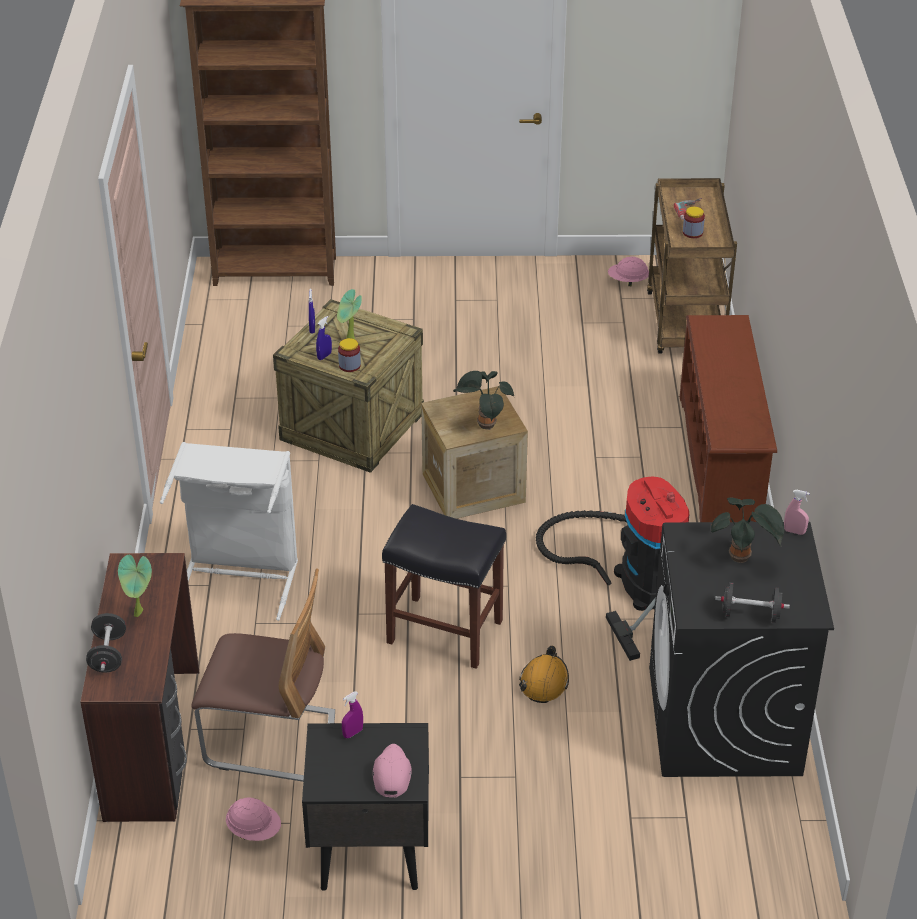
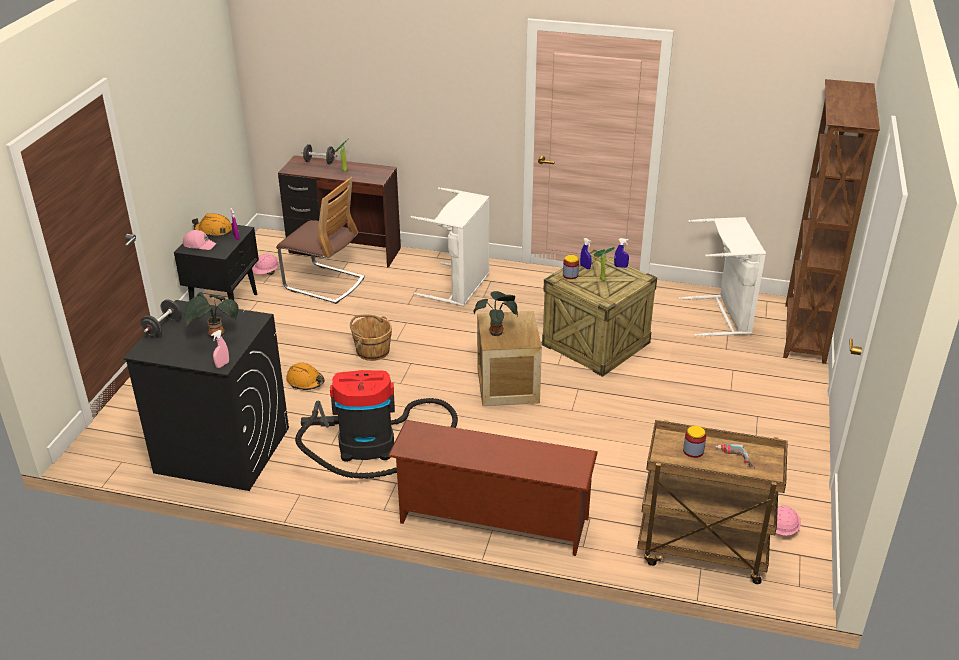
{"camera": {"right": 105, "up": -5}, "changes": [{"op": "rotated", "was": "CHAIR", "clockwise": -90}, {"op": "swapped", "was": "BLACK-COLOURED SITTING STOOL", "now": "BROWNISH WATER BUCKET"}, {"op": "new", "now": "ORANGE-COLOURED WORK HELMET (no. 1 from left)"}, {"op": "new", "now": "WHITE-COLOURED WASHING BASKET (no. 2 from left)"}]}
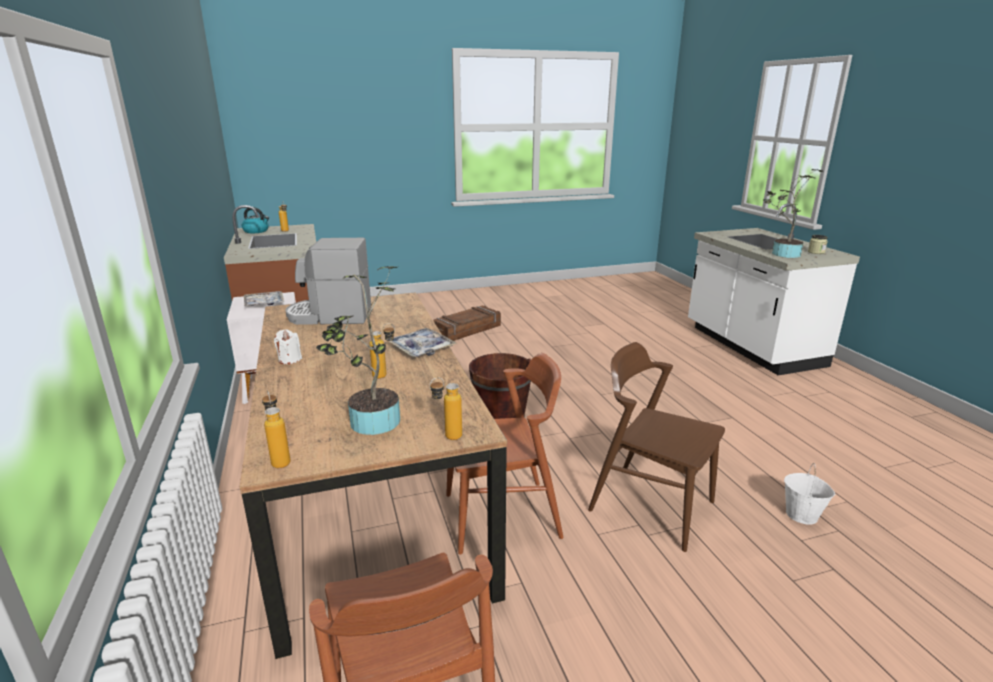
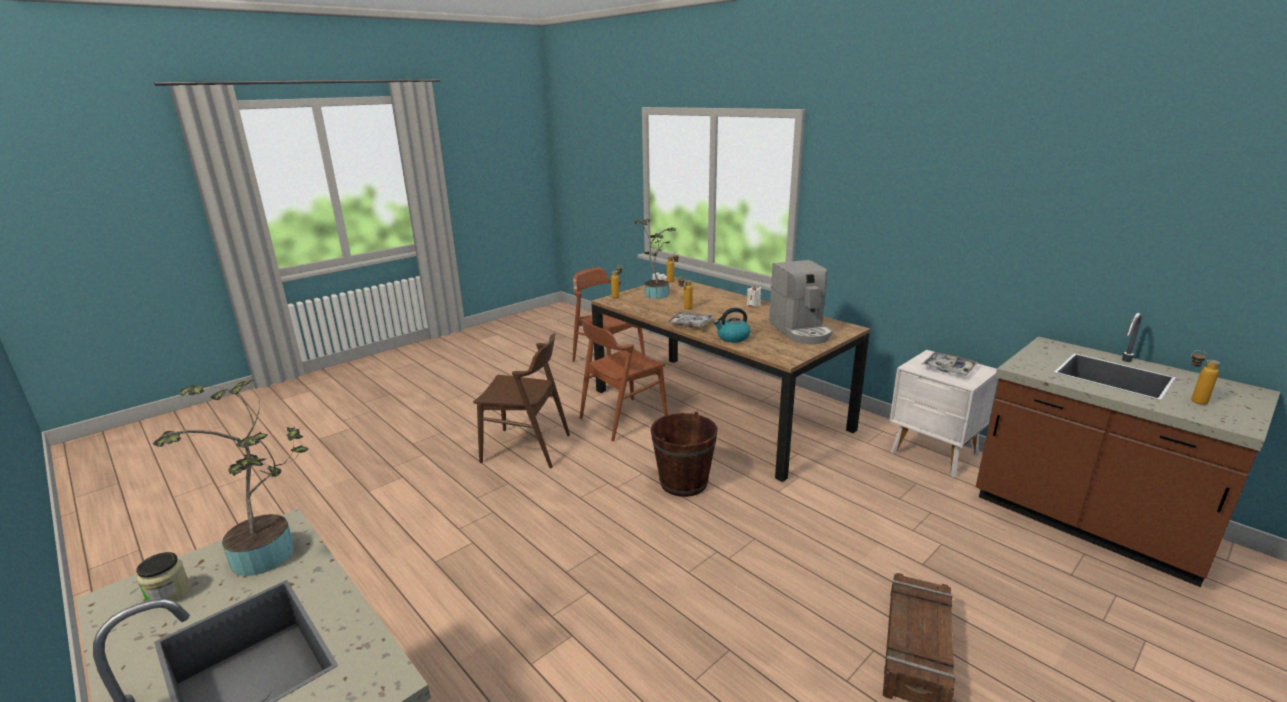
{"camera": {"right": 155, "up": 0}, "changes": [{"op": "shifted", "was": "WATER KETTLE"}, {"op": "rotated", "was": "COFFEE BREWER", "clockwise": 105}, {"op": "gone", "was": "WHITE-COLOURED WATER BUCKET"}]}
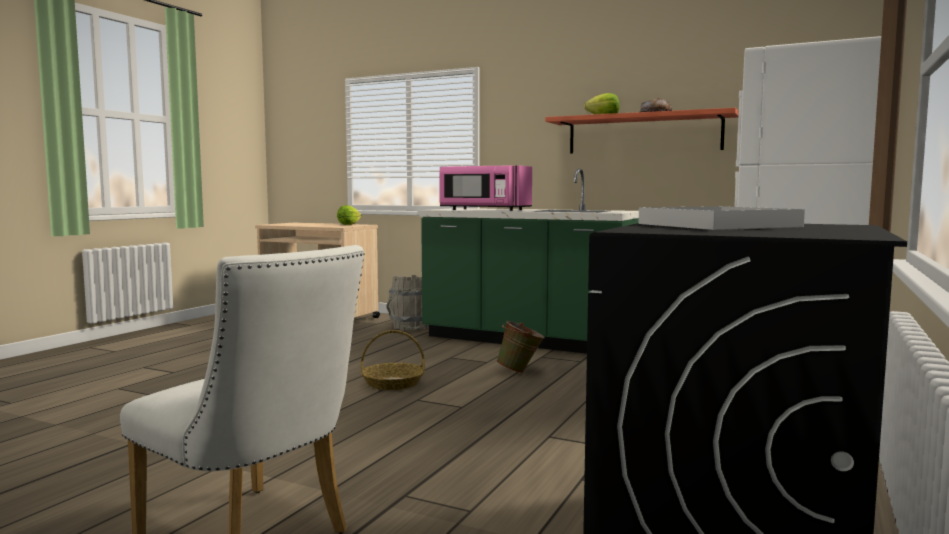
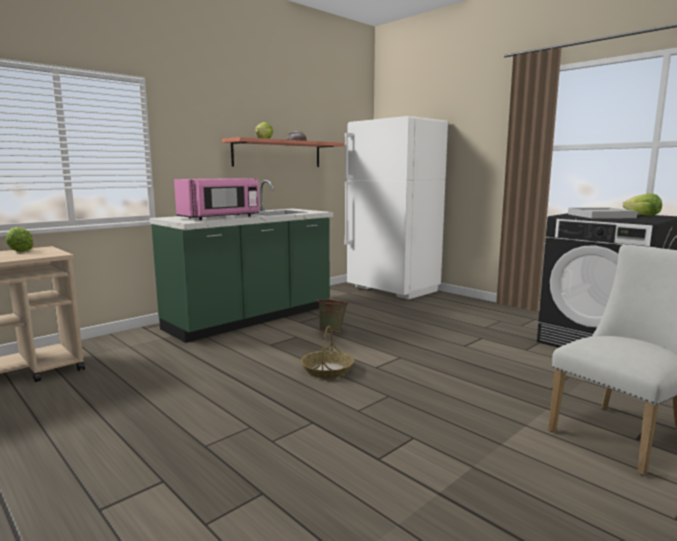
{"camera": {"right": -70, "up": 5}, "changes": [{"op": "gone", "was": "GREY WATER BUCKET"}, {"op": "new", "now": "LETTUCE HEAD (no. 3 from left)"}]}
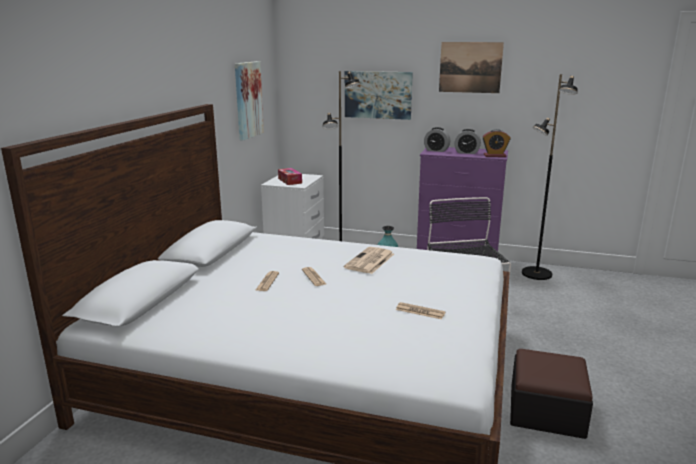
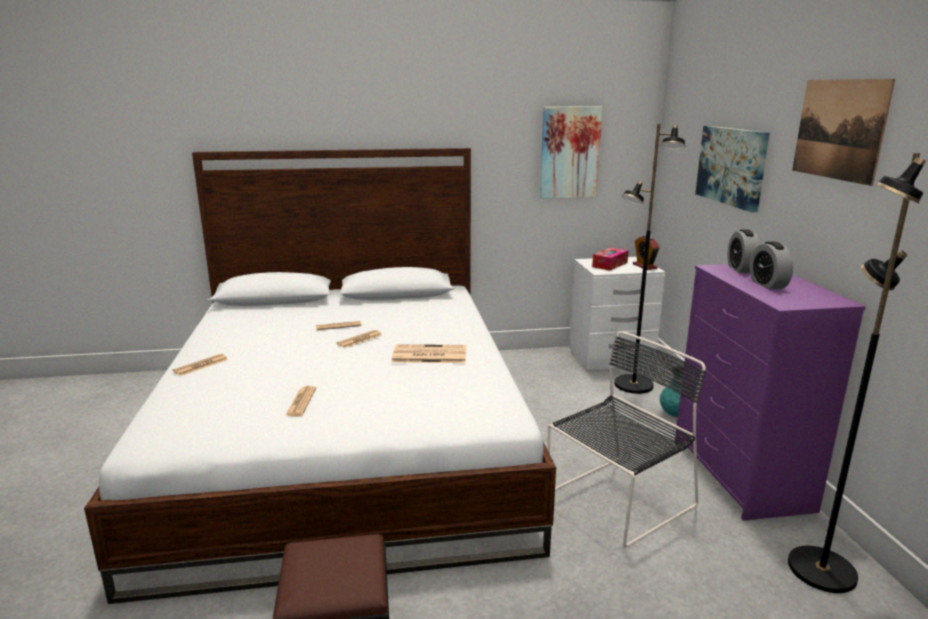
{"camera": {"right": 65, "up": 0}, "changes": [{"op": "shifted", "was": "TABLE CLOCK (no. 3 from left in the first image)", "now": "TABLE CLOCK (no. 1 from left)"}, {"op": "new", "now": "PRINTED PAPER (no. 1 from left)"}]}
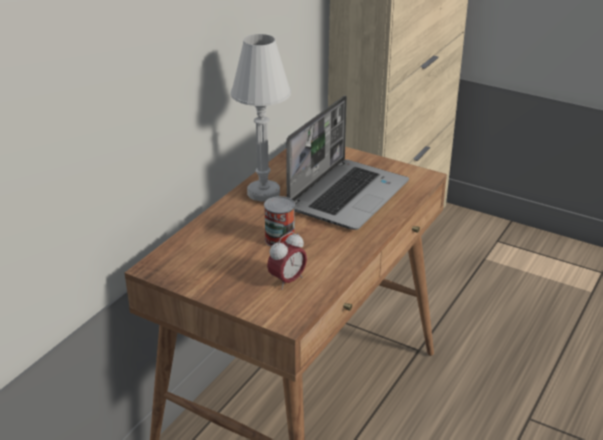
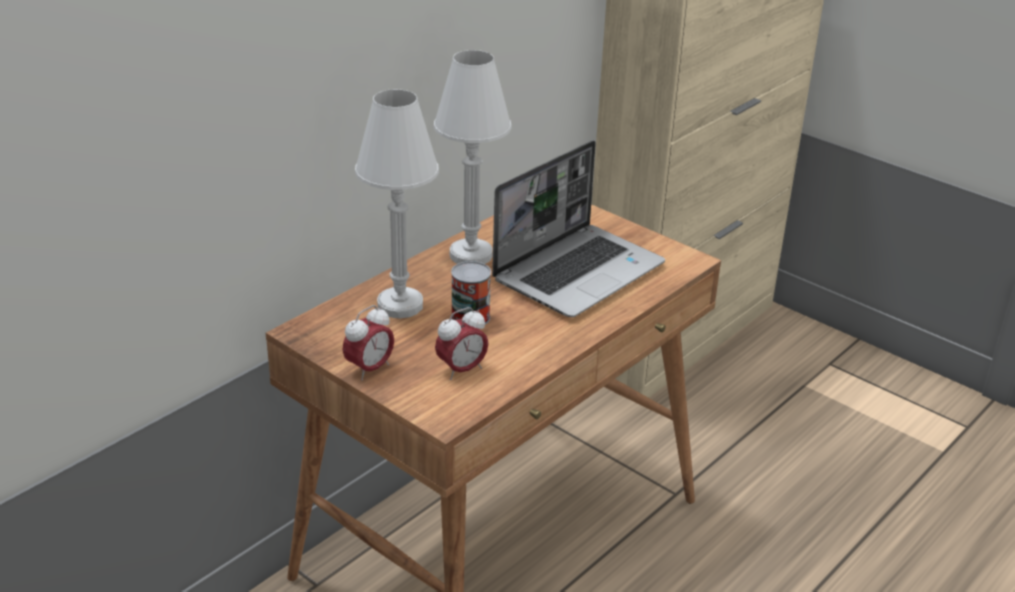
{"camera": {"right": 10, "up": 0}, "changes": [{"op": "new", "now": "TABLE CLOCK (no. 1 from left)"}, {"op": "new", "now": "WHITE-COLOURED TABLE LAMP (no. 1 from left)"}]}
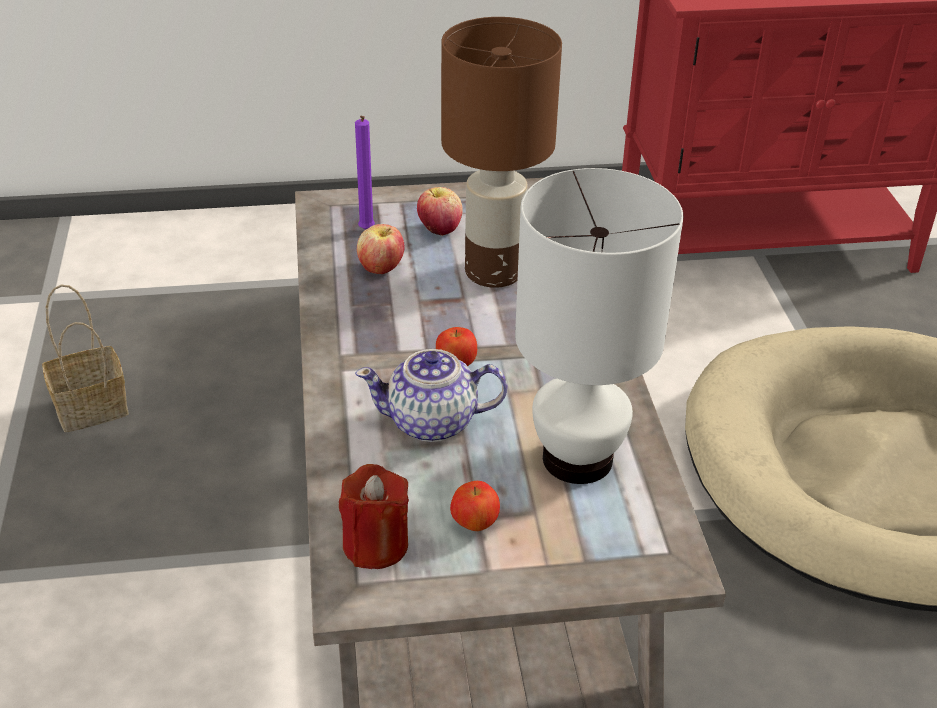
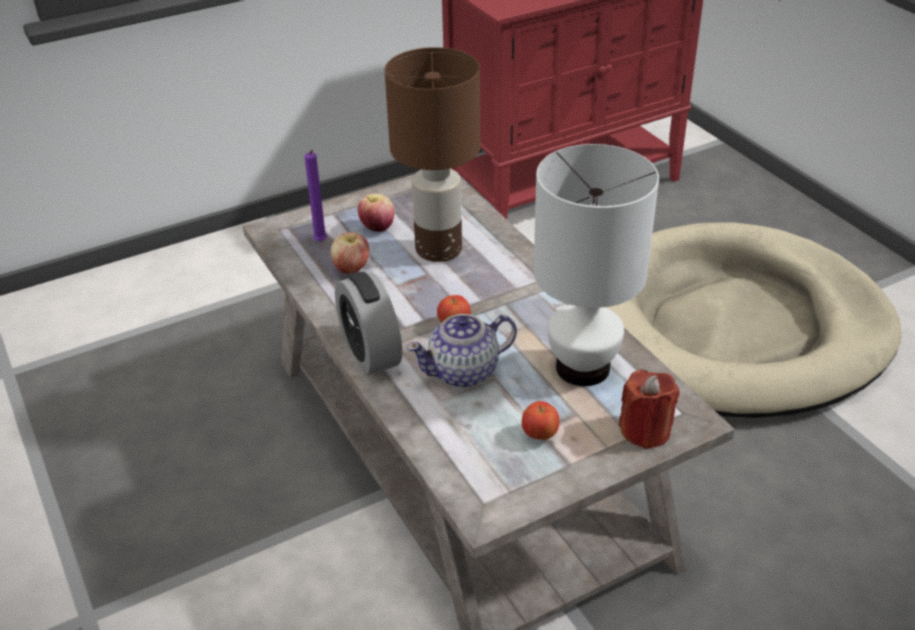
{"camera": {"right": -20, "up": 0}, "changes": [{"op": "gone", "was": "BASKET"}, {"op": "shifted", "was": "RED CANDLE"}, {"op": "new", "now": "TABLE CLOCK"}]}
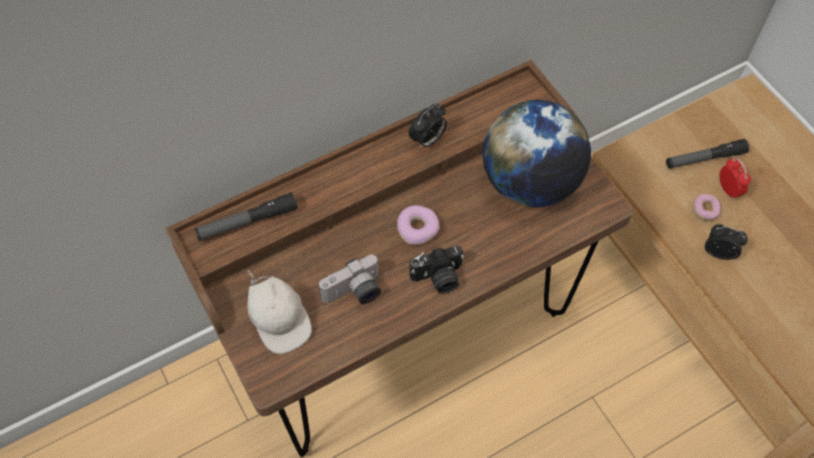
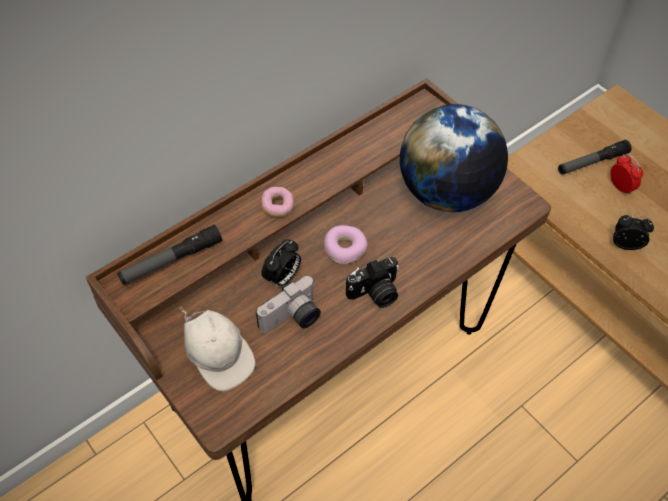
{"camera": {"right": -10, "up": -5}, "changes": [{"op": "shifted", "was": "TABLE CLOCK (no. 1 from left)"}, {"op": "shifted", "was": "DOUGHNUT (no. 2 from left in the first image)", "now": "DOUGHNUT (no. 1 from left)"}]}
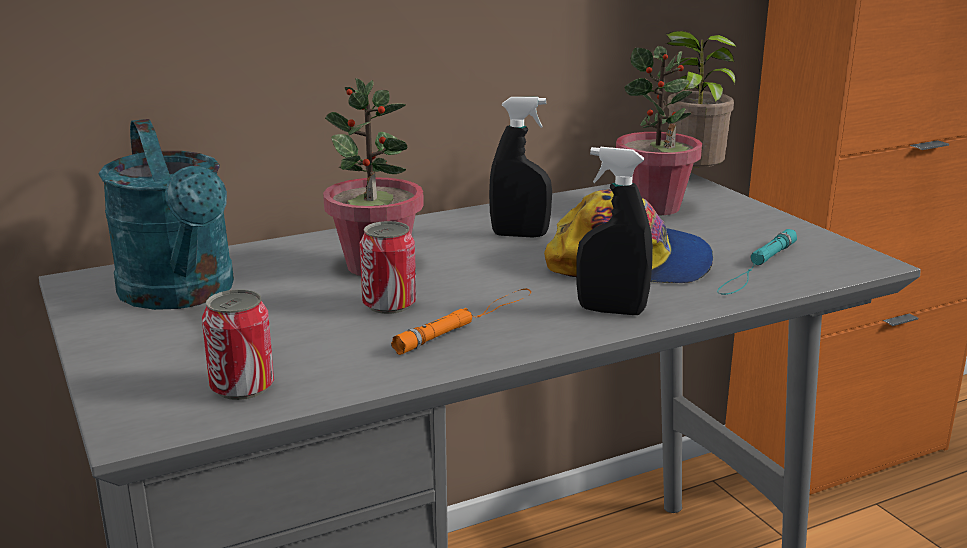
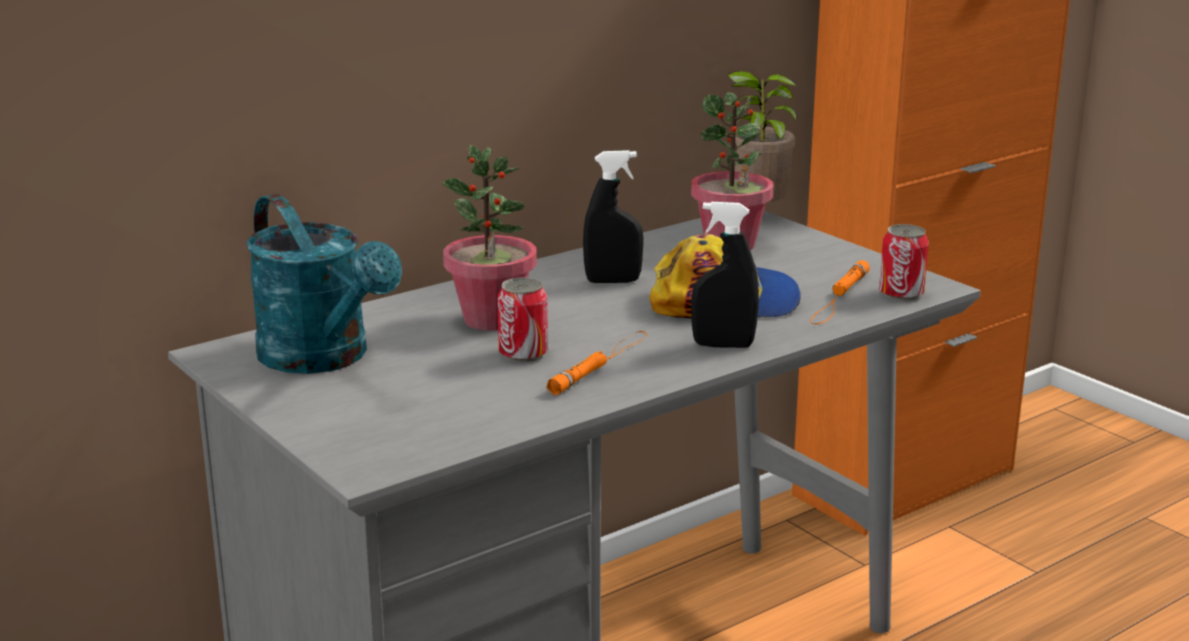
{"camera": {"right": -10, "up": 0}, "changes": [{"op": "shifted", "was": "CAN (no. 1 from left in the first image)", "now": "CAN (no. 2 from left)"}, {"op": "repainted", "was": "TURQUOISE-COLOURED FLASHLIGHT", "now": "ORANGE-COLOURED FLASHLIGHT (no. 2 from left)"}]}
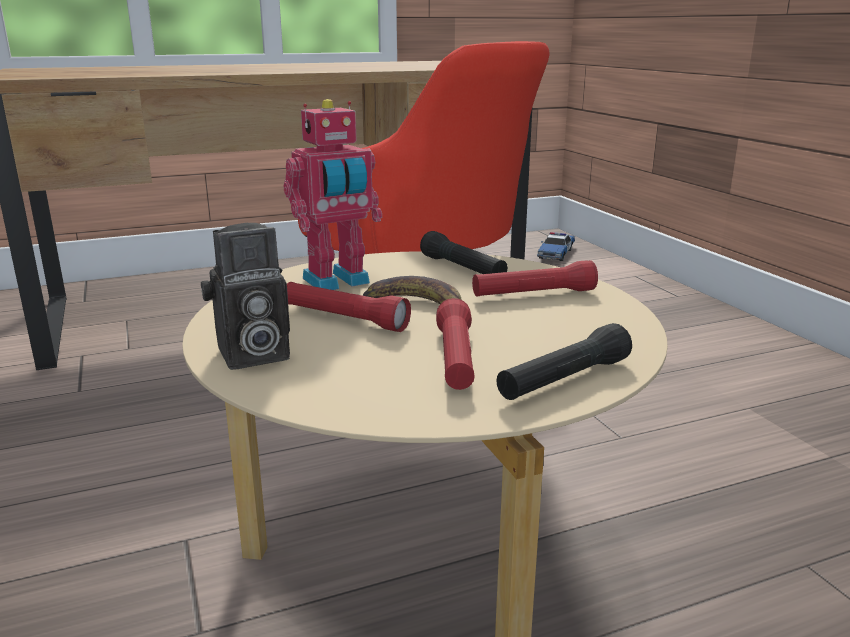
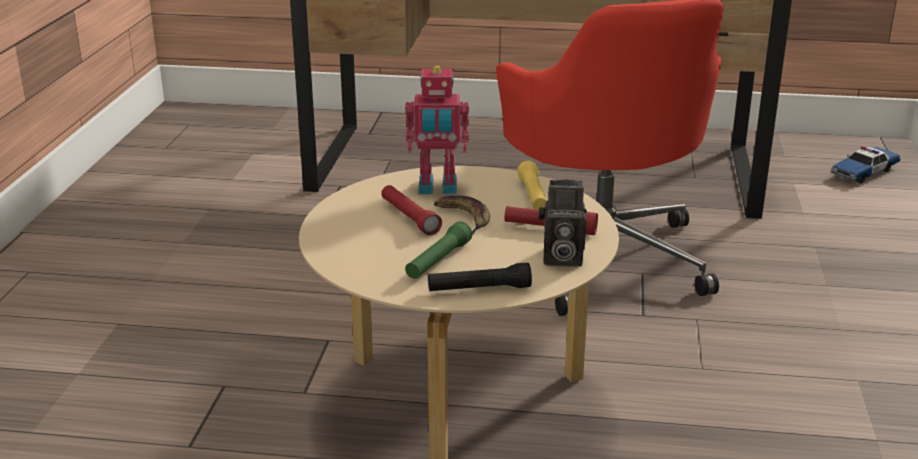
{"camera": {"right": 30, "up": 5}, "changes": [{"op": "shifted", "was": "STILL CAMERA"}, {"op": "repainted", "was": "BLACK-COLOURED FLASHLIGHT (no. 1 from left)", "now": "YELLOW-COLOURED FLASHLIGHT"}, {"op": "repainted", "was": "RED FLASHLIGHT (no. 2 from left)", "now": "GREEN FLASHLIGHT"}]}
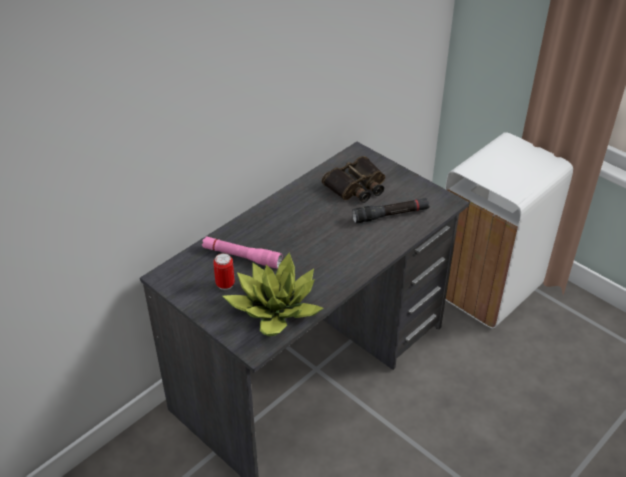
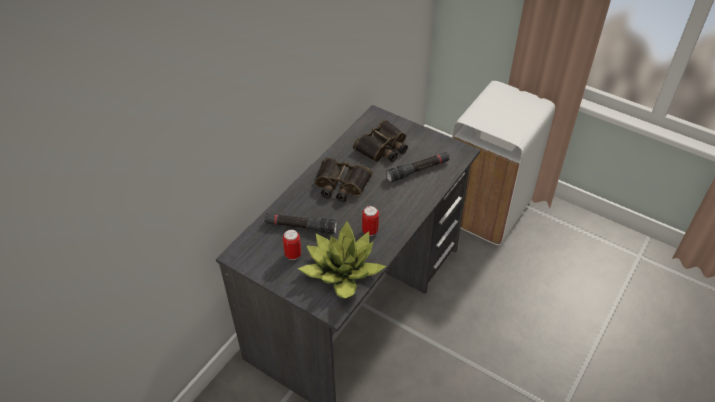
{"camera": {"right": -10, "up": 5}, "changes": [{"op": "repainted", "was": "PINK FLASHLIGHT", "now": "BLACK-COLOURED FLASHLIGHT (no. 1 from left)"}, {"op": "new", "now": "BINOCULARS (no. 1 from left)"}, {"op": "new", "now": "CAN (no. 2 from left)"}]}
